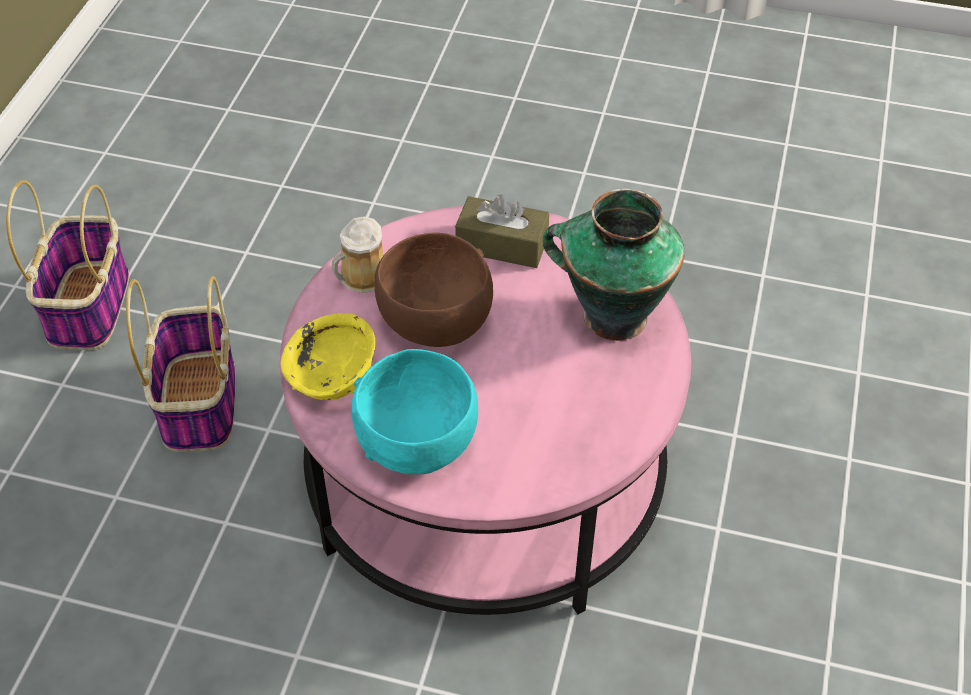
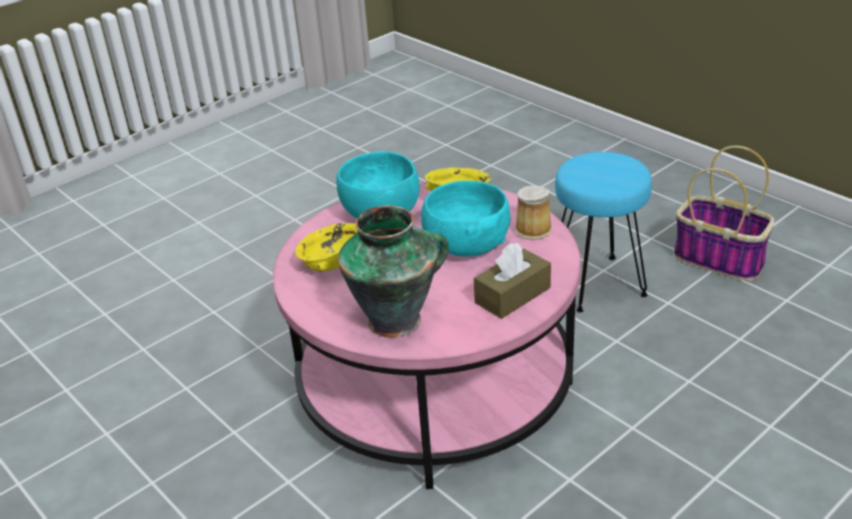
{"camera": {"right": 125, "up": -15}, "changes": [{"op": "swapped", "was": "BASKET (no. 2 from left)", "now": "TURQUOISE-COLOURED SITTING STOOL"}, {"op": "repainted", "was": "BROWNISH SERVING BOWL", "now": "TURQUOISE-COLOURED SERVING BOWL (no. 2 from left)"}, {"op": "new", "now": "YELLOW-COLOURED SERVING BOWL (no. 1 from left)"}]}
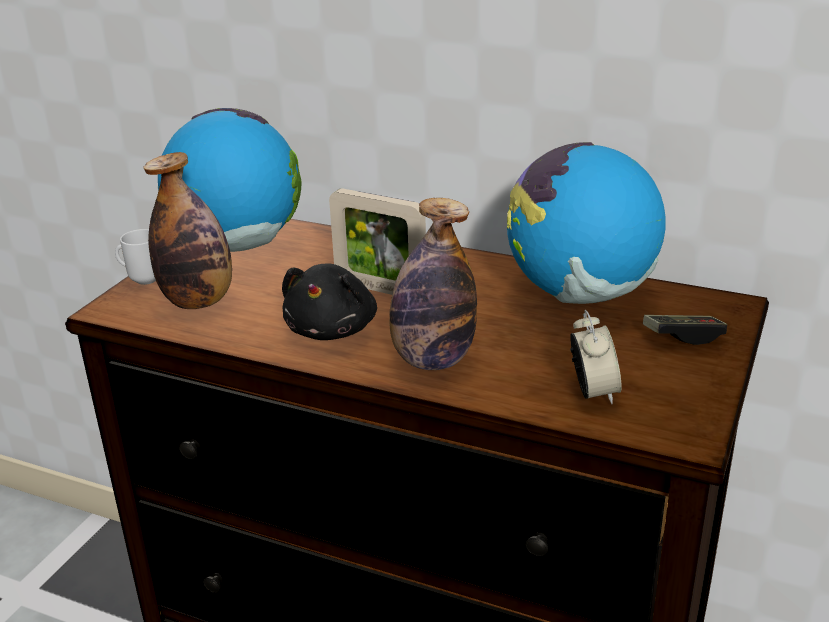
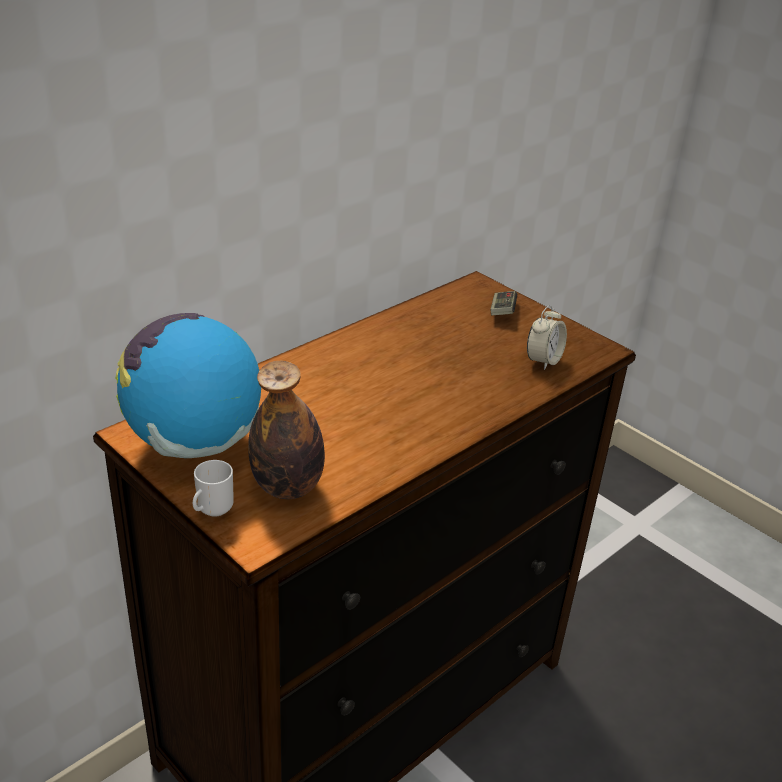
{"camera": {"right": -70, "up": 5}, "changes": [{"op": "gone", "was": "BLACK-COLOURED SOFT TOY"}, {"op": "gone", "was": "PHOTO FRAME"}, {"op": "gone", "was": "BOTTLE (no. 2 from left)"}, {"op": "gone", "was": "DESK GLOBE (no. 2 from left)"}, {"op": "rotated", "was": "TABLE CLOCK", "clockwise": 105}]}
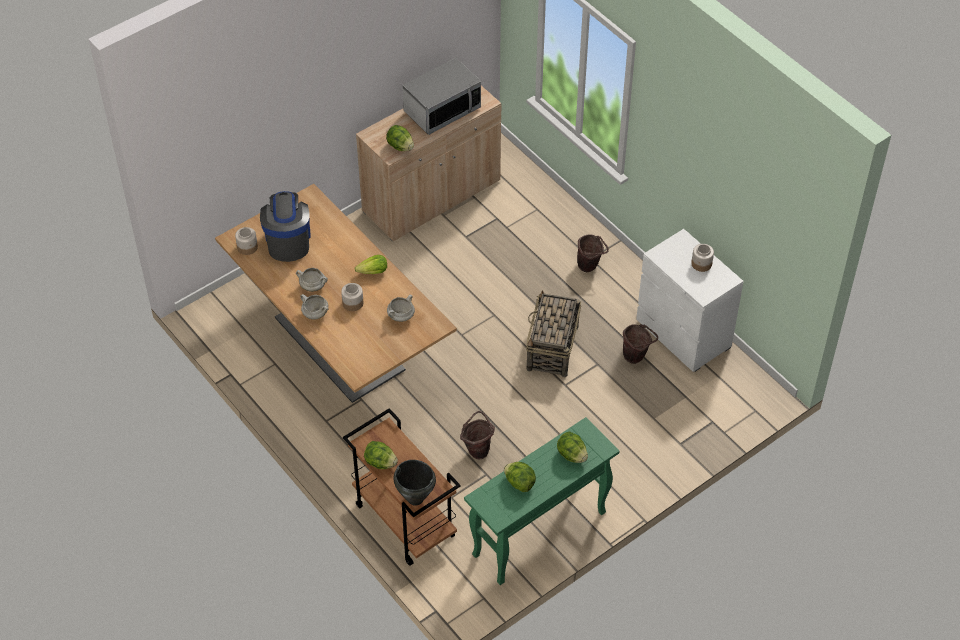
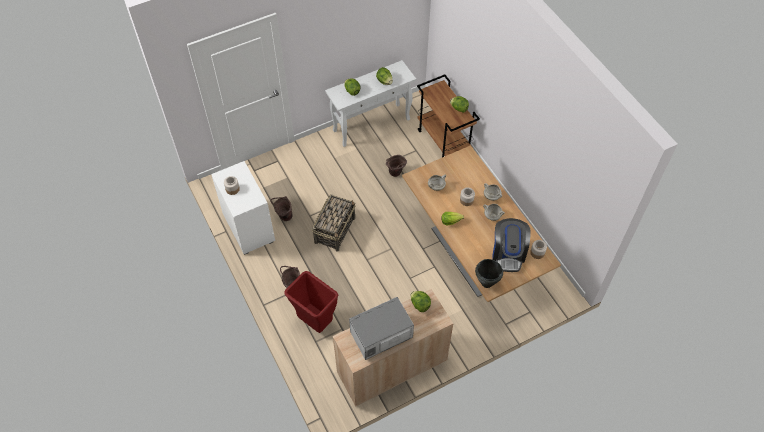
{"camera": {"right": -170, "up": 5}, "changes": [{"op": "shifted", "was": "BLACK-COLOURED COOKING POT"}, {"op": "repainted", "was": "GREEN HALL TABLE", "now": "WHITE-COLOURED HALL TABLE"}, {"op": "new", "now": "RED TRASH CAN"}]}
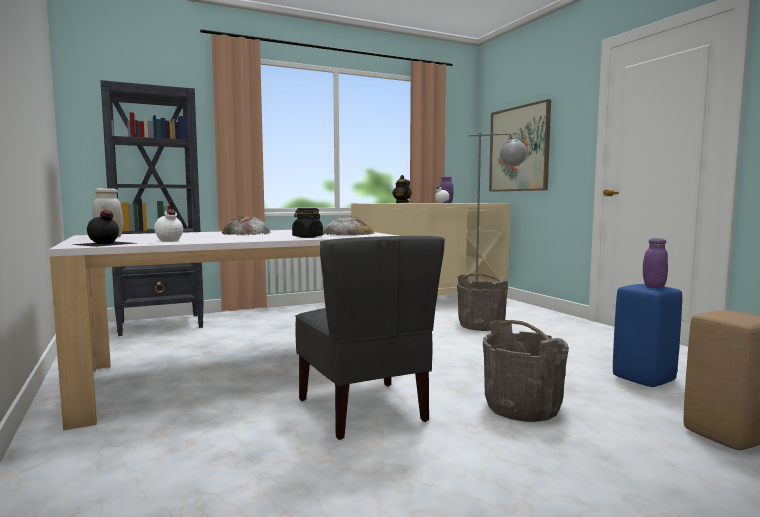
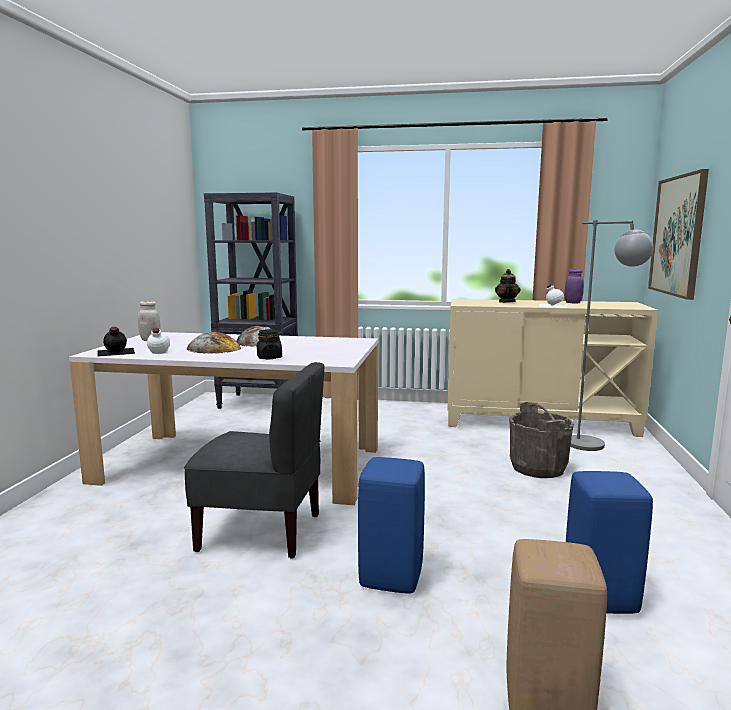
{"camera": {"right": 35, "up": 5}, "changes": [{"op": "rotated", "was": "GREY CHAIR", "clockwise": -90}, {"op": "shifted", "was": "BAKERY BREAD (no. 2 from left in the first image)", "now": "BAKERY BREAD (no. 1 from left)"}, {"op": "swapped", "was": "GREY WATER BUCKET (no. 2 from left)", "now": "BLUE-COLOURED SITTING STOOL (no. 1 from left)"}, {"op": "gone", "was": "PURPLE STORAGE JAR (no. 2 from left)"}]}
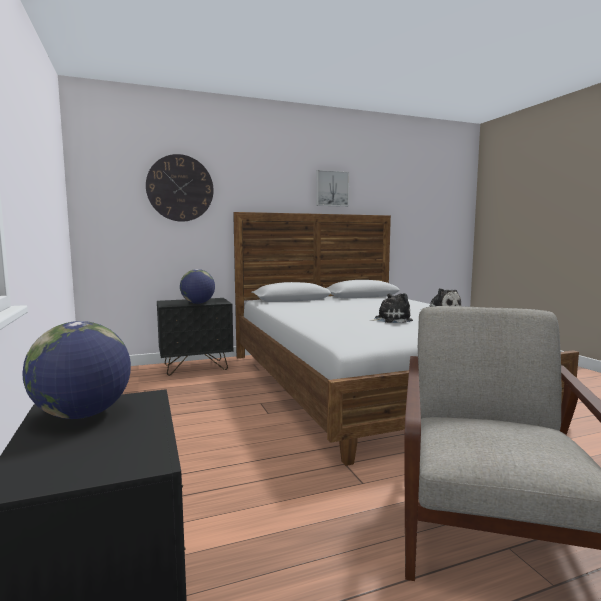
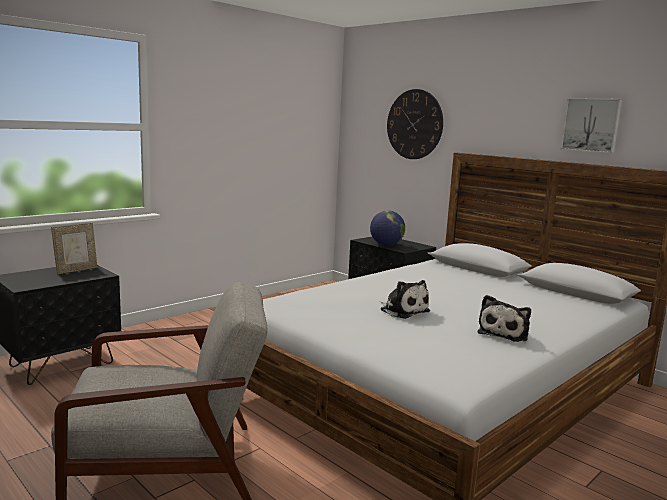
{"camera": {"right": 65, "up": 5}, "changes": [{"op": "swapped", "was": "DESK GLOBE (no. 1 from left)", "now": "PHOTO FRAME"}]}
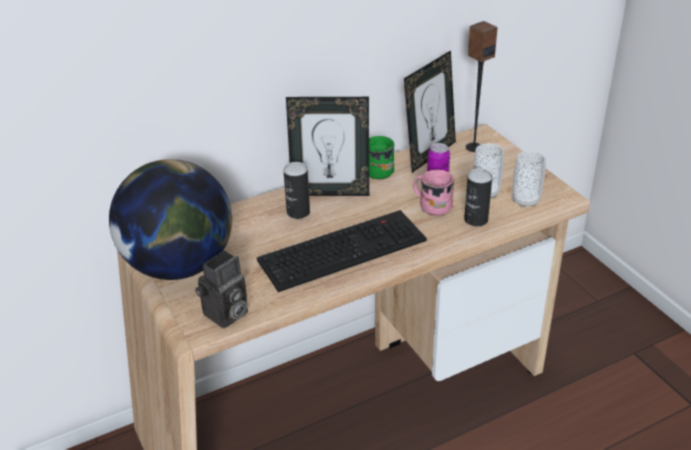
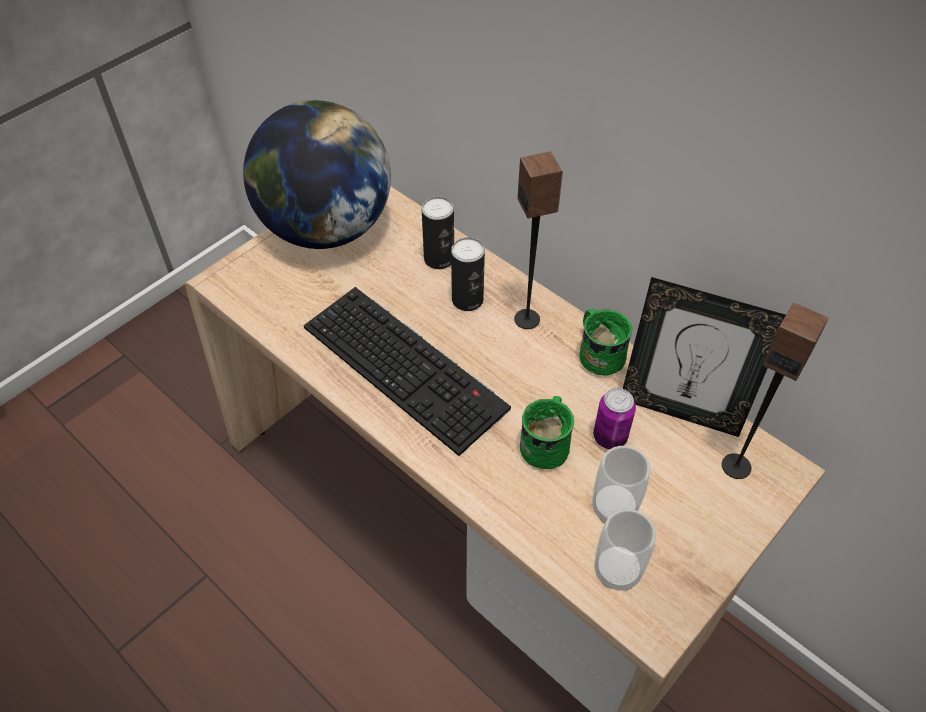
{"camera": {"right": 70, "up": 15}, "changes": [{"op": "gone", "was": "STILL CAMERA"}, {"op": "swapped", "was": "PHOTO FRAME (no. 1 from left)", "now": "AUDIO SPEAKER (no. 1 from left)"}, {"op": "repainted", "was": "PINK COFFEE MUG", "now": "GREEN COFFEE MUG (no. 1 from left)"}, {"op": "shifted", "was": "CAN (no. 3 from left in the first image)", "now": "CAN (no. 1 from left)"}]}
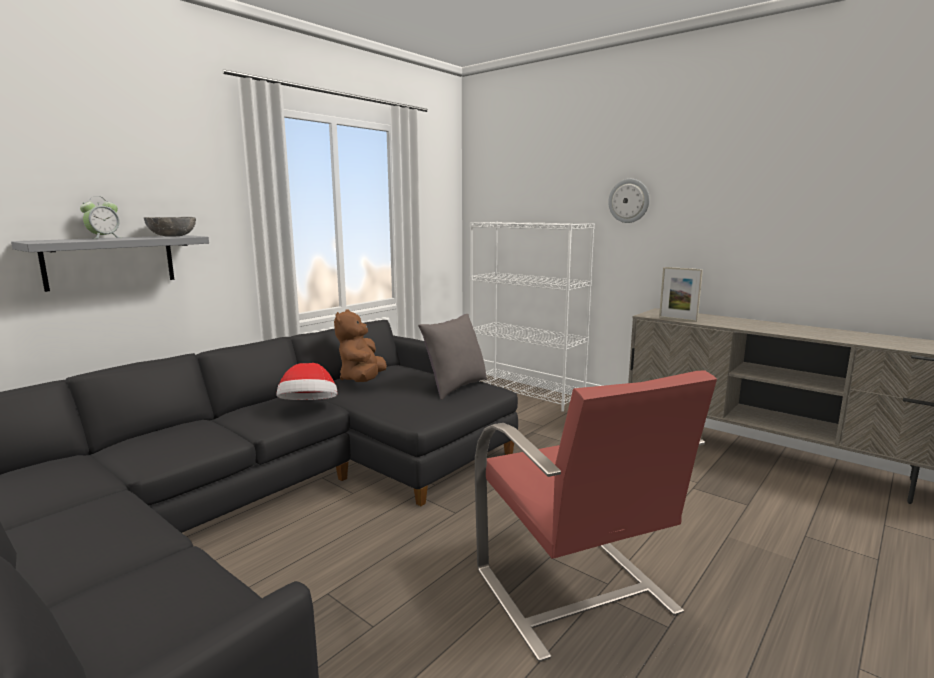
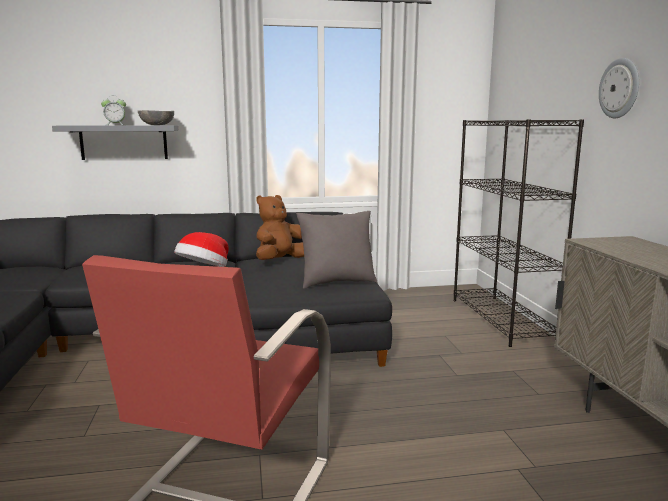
{"camera": {"right": 40, "up": 0}, "changes": [{"op": "repainted", "was": "WHITE-COLOURED BOOKSHELF", "now": "BLACK-COLOURED BOOKSHELF"}, {"op": "gone", "was": "PHOTO FRAME"}]}
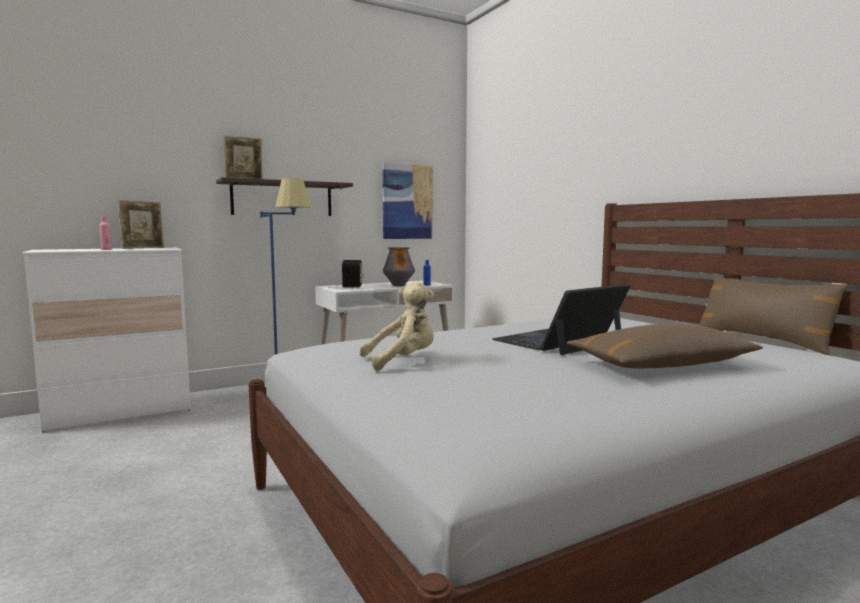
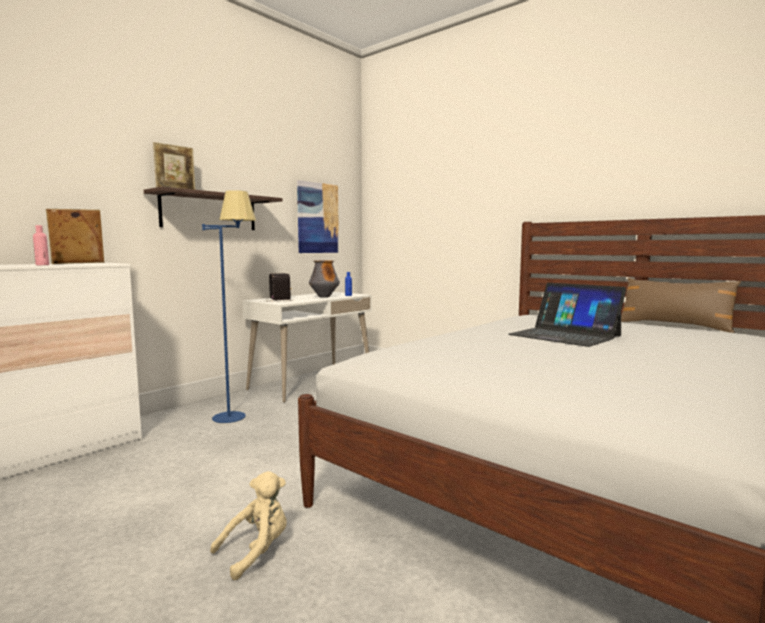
{"camera": {"right": -20, "up": 0}, "changes": [{"op": "rotated", "was": "PHOTO FRAME (no. 1 from left)", "clockwise": -150}, {"op": "shifted", "was": "BEIGE-COLOURED SOFT TOY"}, {"op": "rotated", "was": "PORTABLE COMPUTER", "clockwise": -75}, {"op": "gone", "was": "BROWNISH THROW PILLOW (no. 1 from left)"}]}
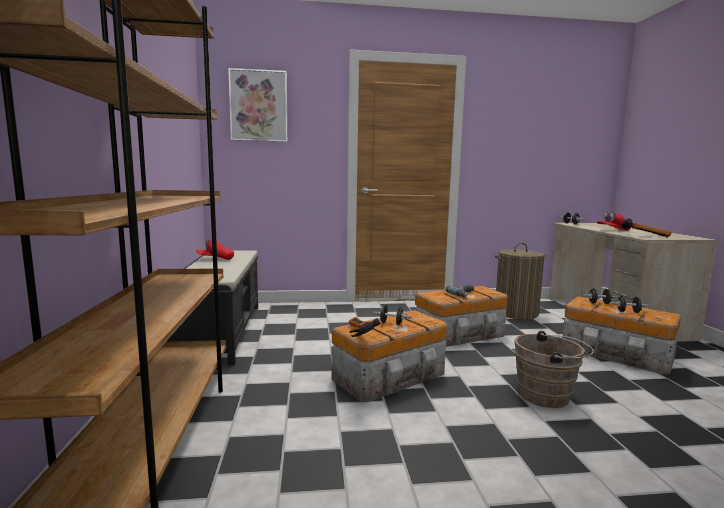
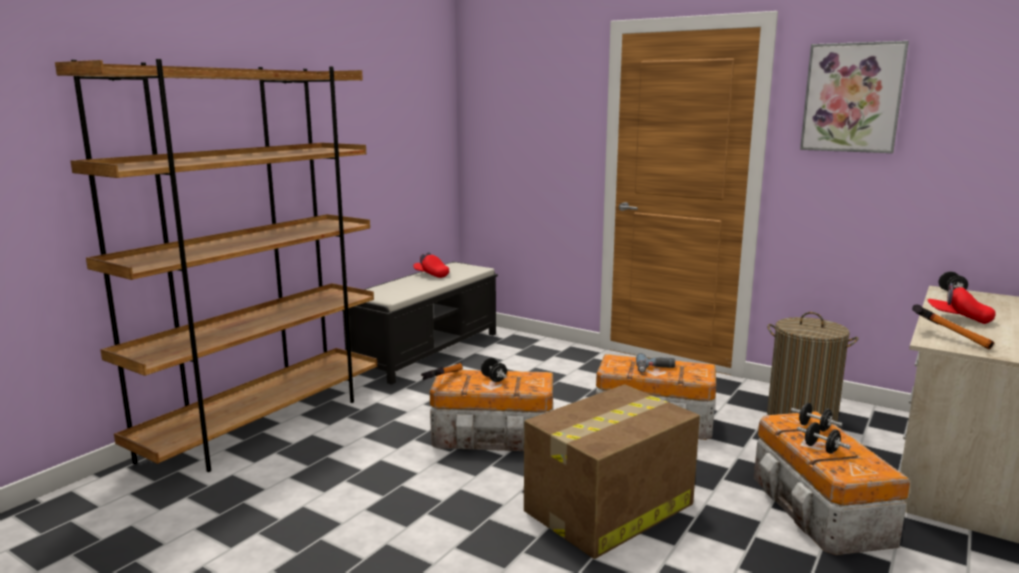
{"camera": {"right": 40, "up": 5}, "changes": [{"op": "shifted", "was": "PICTURE"}, {"op": "swapped", "was": "BROWNISH WATER BUCKET", "now": "CARTON"}]}
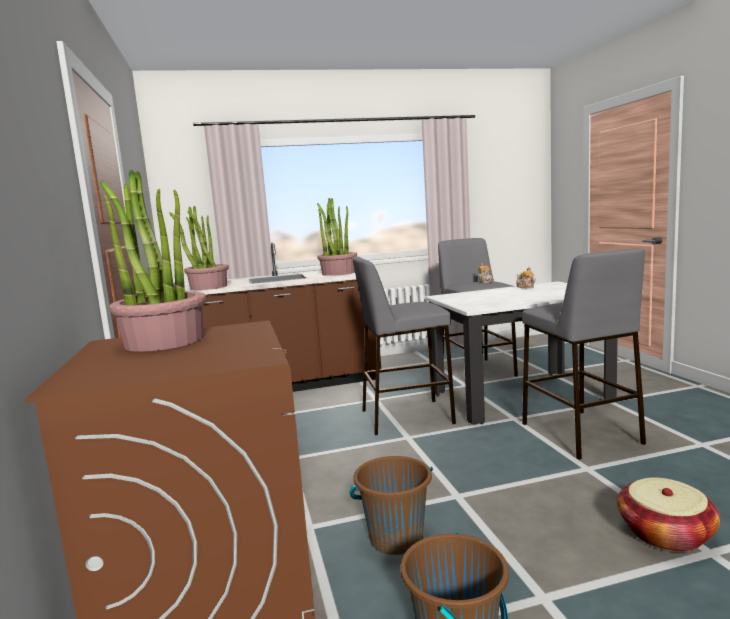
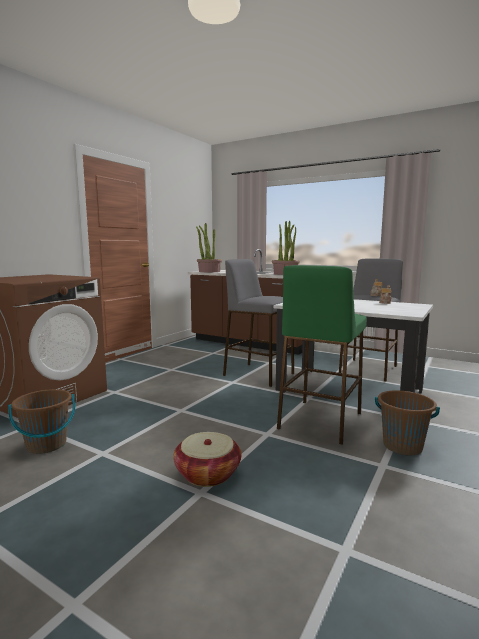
{"camera": {"right": 45, "up": 0}, "changes": [{"op": "gone", "was": "HOUSEPLANT (no. 1 from left)"}, {"op": "shifted", "was": "BROWNISH WATER BUCKET (no. 1 from left in the first image)", "now": "BROWNISH WATER BUCKET (no. 2 from left)"}, {"op": "repainted", "was": "GREY SITTING STOOL (no. 3 from left)", "now": "GREEN SITTING STOOL"}]}
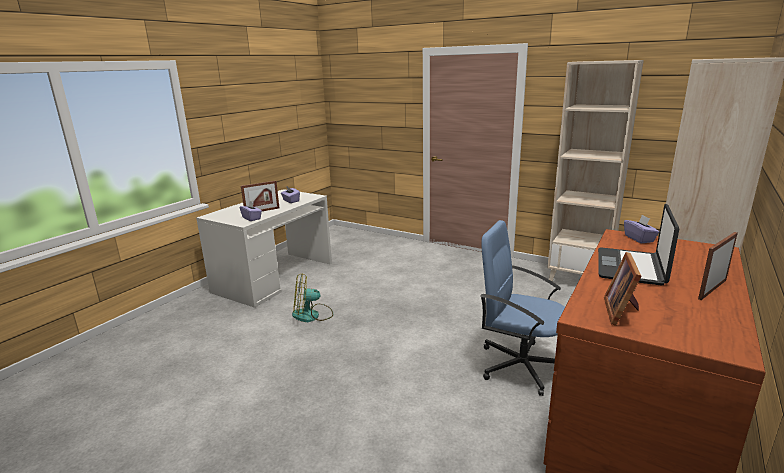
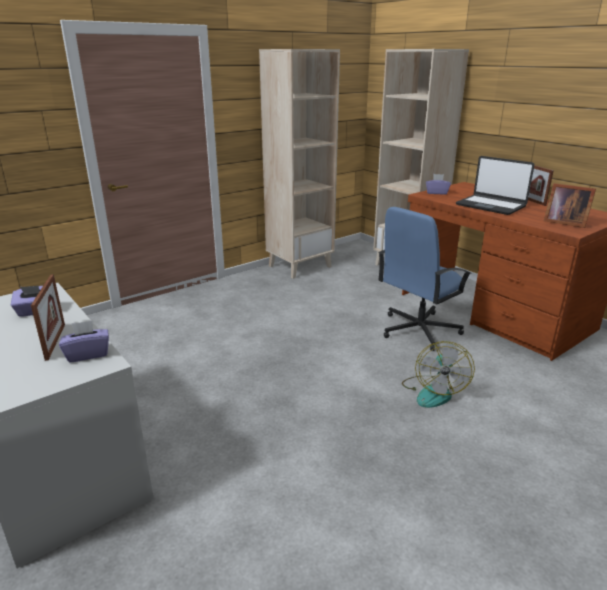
{"camera": {"right": -70, "up": 5}, "changes": [{"op": "shifted", "was": "FAN"}]}
